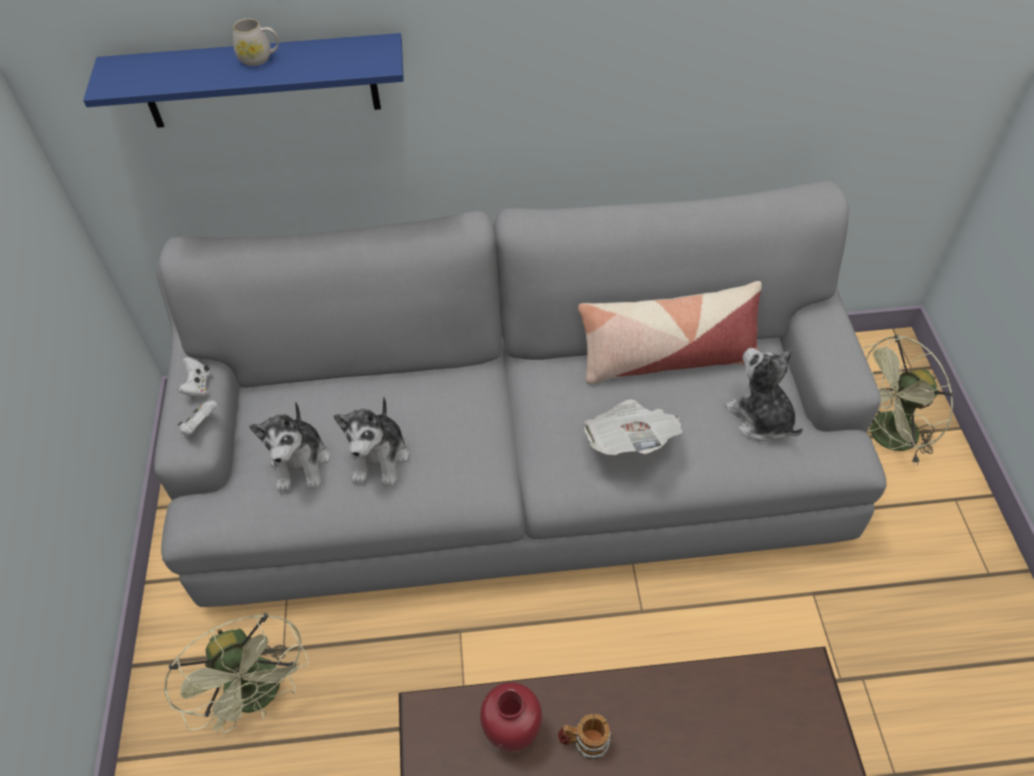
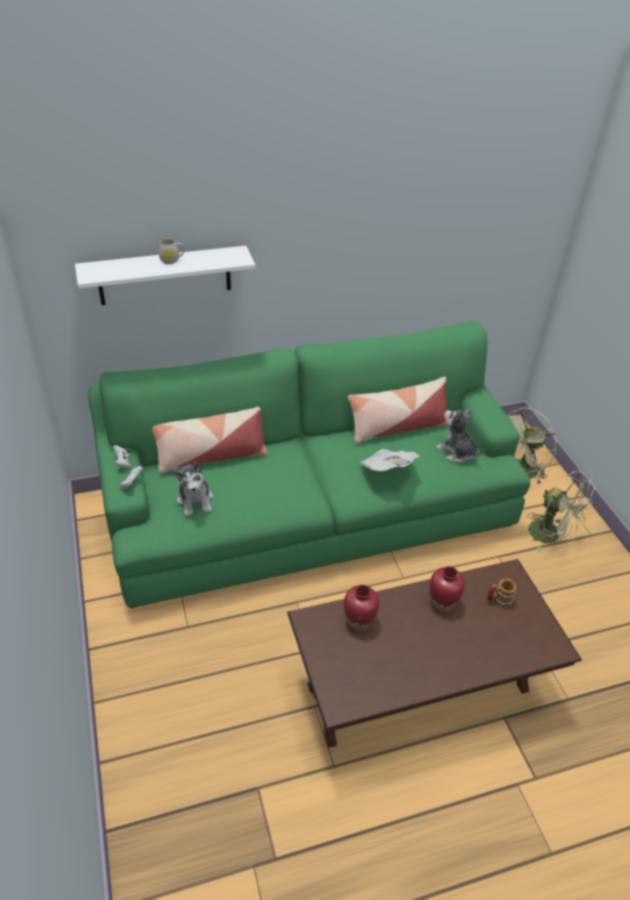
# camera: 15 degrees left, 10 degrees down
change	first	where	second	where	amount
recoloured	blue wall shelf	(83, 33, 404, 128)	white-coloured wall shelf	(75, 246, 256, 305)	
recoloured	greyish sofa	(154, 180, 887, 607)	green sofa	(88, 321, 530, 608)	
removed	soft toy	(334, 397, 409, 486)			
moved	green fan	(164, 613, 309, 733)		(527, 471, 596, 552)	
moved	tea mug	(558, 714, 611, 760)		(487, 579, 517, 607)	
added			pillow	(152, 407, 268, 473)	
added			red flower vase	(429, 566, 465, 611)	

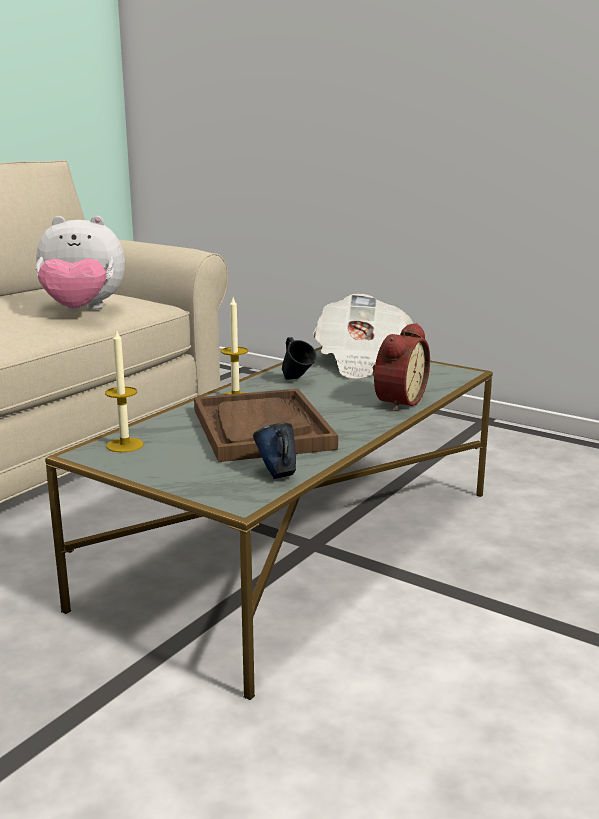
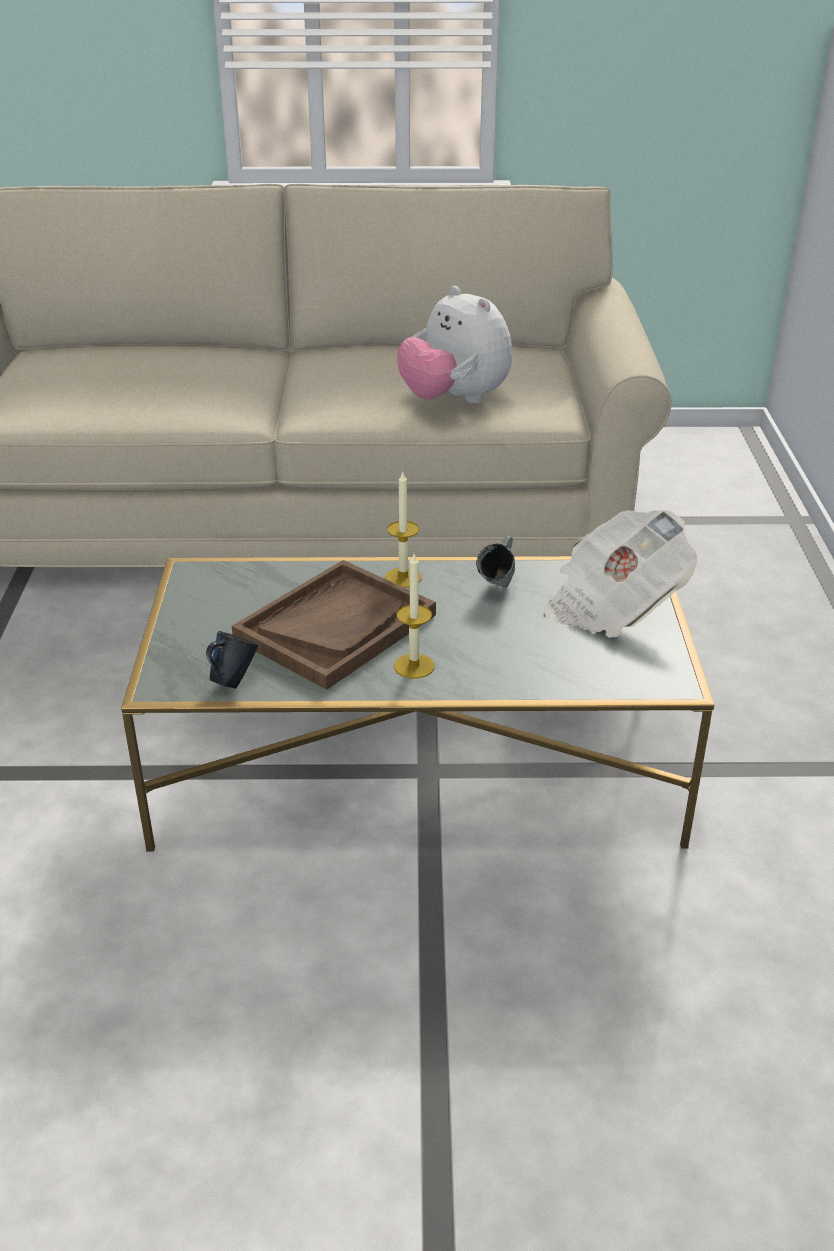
# camera: 55 degrees right, 15 degrees up
change	first	where	second	where	amount
removed	alarm clock	(372, 323, 430, 411)			
moved	candle	(105, 329, 144, 452)		(394, 554, 435, 679)	
recoloured	blue tea mug	(282, 337, 317, 379)	greyish tea mug	(476, 536, 515, 587)	

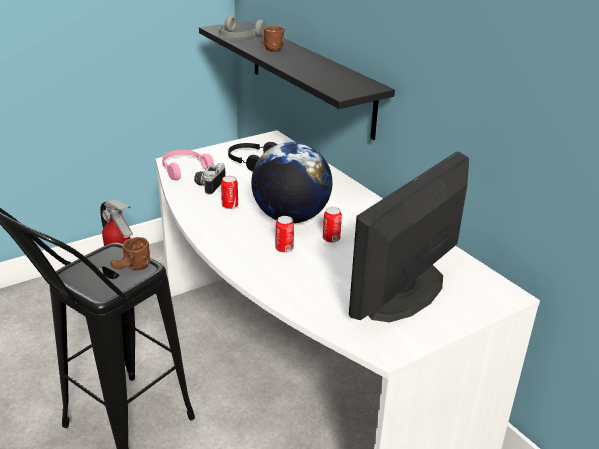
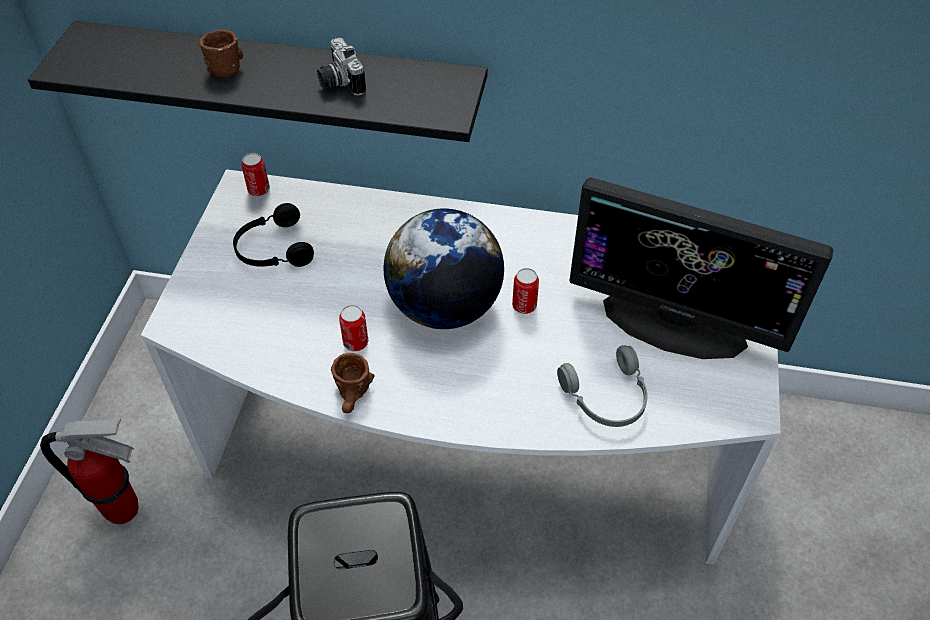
# camera: 45 degrees left, 20 degrees up
change	first	where	second	where	amount
moved	greyish headset	(219, 15, 267, 37)		(557, 345, 648, 427)	
removed	pinkish headset	(162, 150, 214, 180)			
turned	computer display	(349, 152, 469, 322)		(569, 177, 834, 359)	60 degrees counterclockwise
moved	still camera	(194, 163, 226, 195)		(317, 38, 366, 96)	
moved	sealed can	(275, 216, 294, 253)		(241, 153, 270, 196)	
moved	brown-coloured tea mug	(110, 237, 150, 270)		(331, 353, 375, 413)	

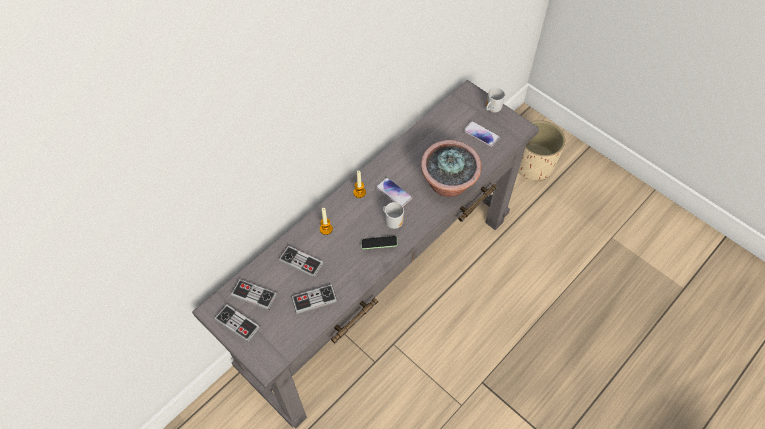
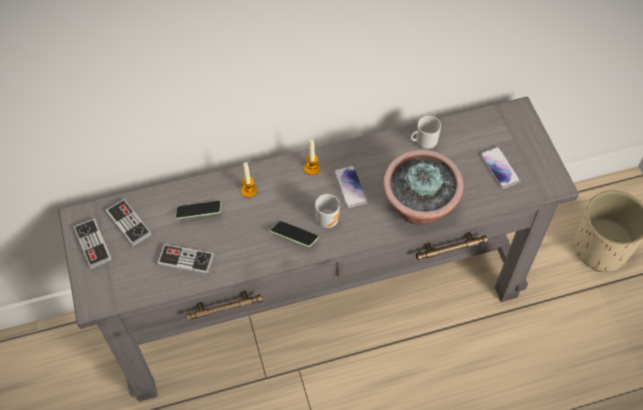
# camera: 30 degrees right, 0 degrees up
change	first	where	second	where	amount
moved	tea mug	(486, 87, 505, 113)		(410, 116, 441, 149)	
replaced	joypad	(279, 245, 323, 277)	phone	(175, 201, 221, 219)	

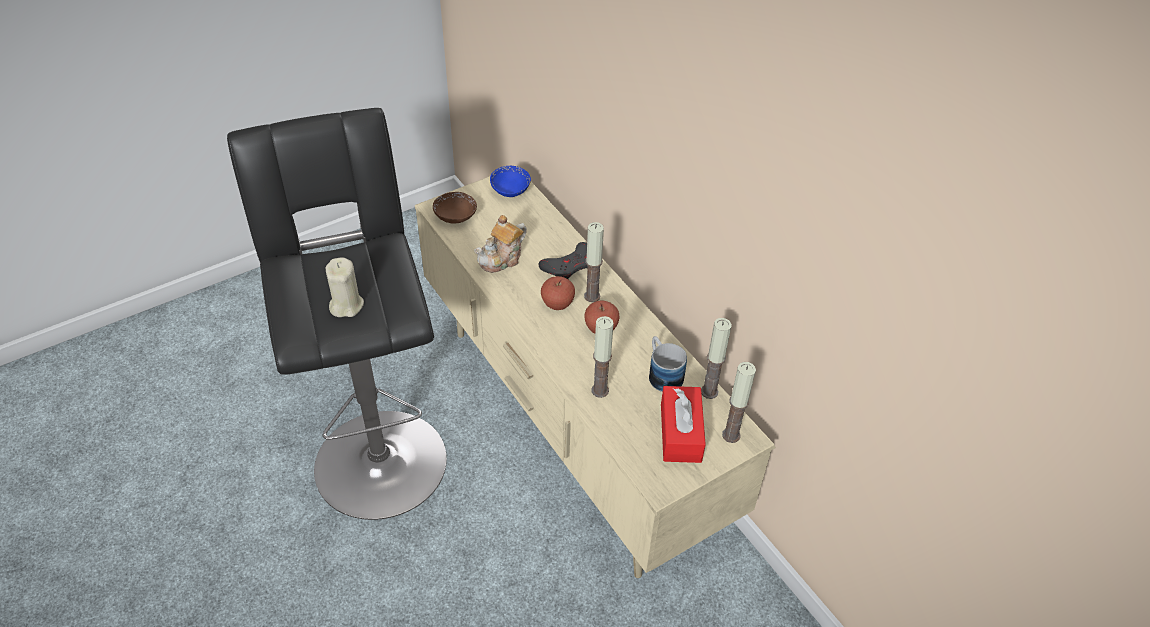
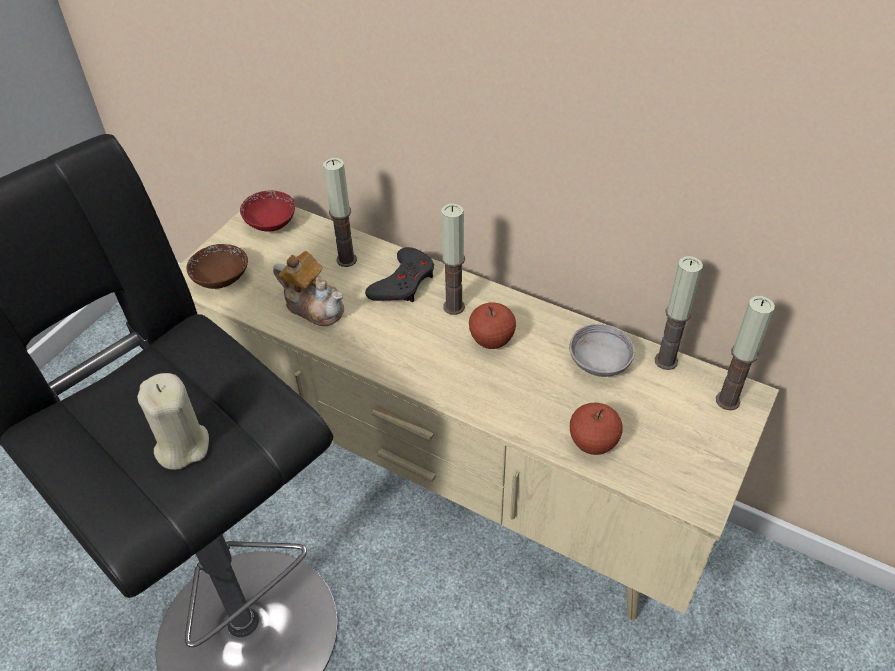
# camera: 25 degrees left, 0 degrees up
change	first	where	second	where	amount
recoloured	blue deep dish	(490, 166, 531, 197)	red deep dish	(240, 190, 295, 232)	
turned	tea pot	(474, 215, 527, 273)		(273, 251, 344, 326)	75 degrees counterclockwise
moved	whole apple	(541, 276, 575, 310)		(570, 403, 623, 455)	
moved	candle	(592, 316, 613, 398)		(323, 158, 357, 267)	
replaced	tea mug	(649, 336, 687, 392)	greyish deep dish	(569, 324, 635, 377)	
removed	red box of tissues	(661, 386, 706, 463)			

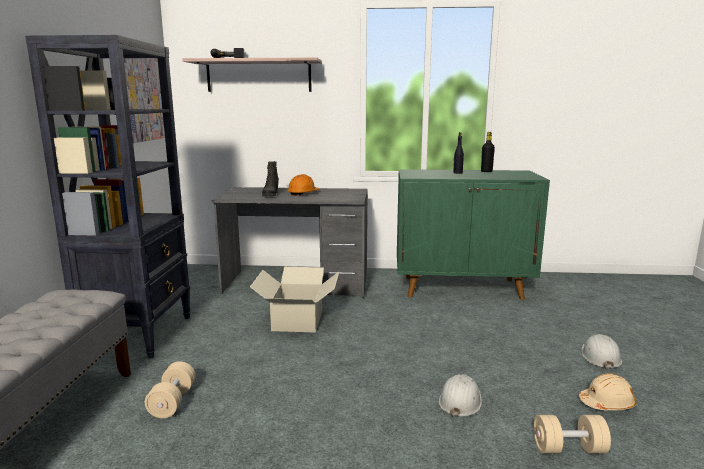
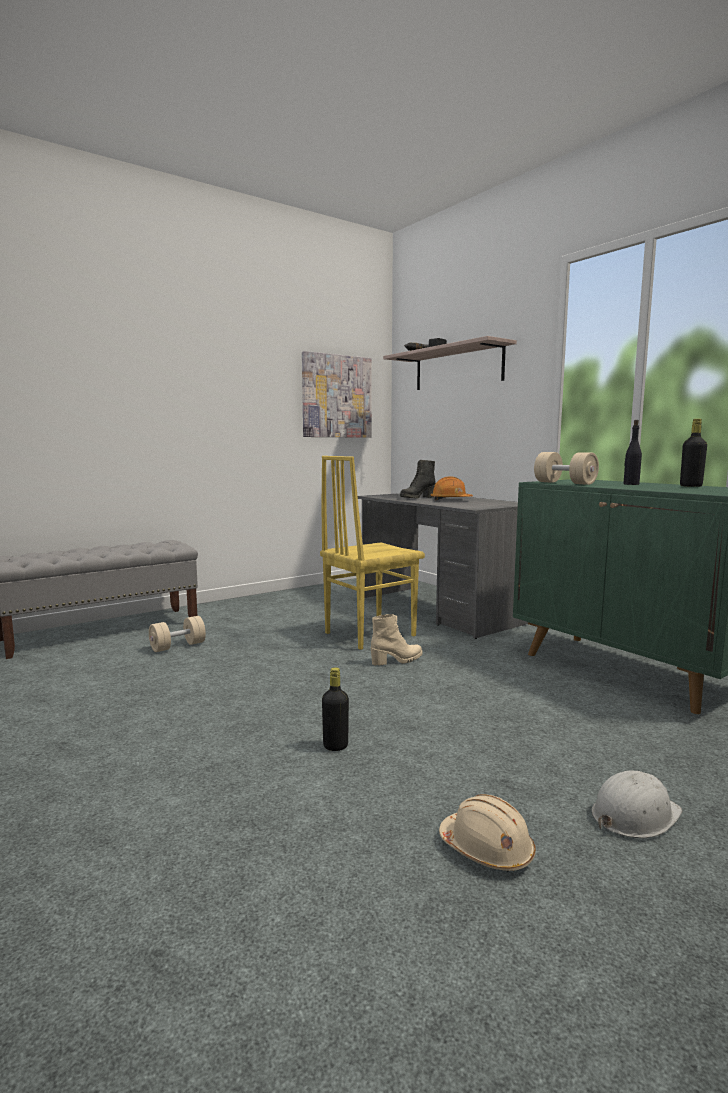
# camera: 50 degrees right, 5 degrees down
change	first	where	second	where	amount
removed	black bookshelf	(25, 35, 191, 358)			
replaced	carton	(250, 267, 339, 333)	yellow chair	(320, 456, 425, 650)	
replaced	white-coloured safety helmet	(439, 374, 482, 418)	black beverage bottle	(322, 667, 349, 751)	
moved	beige-coloured hand weight	(533, 415, 611, 453)		(534, 452, 599, 485)	
added			beige-coloured high-top boot	(371, 614, 422, 666)	

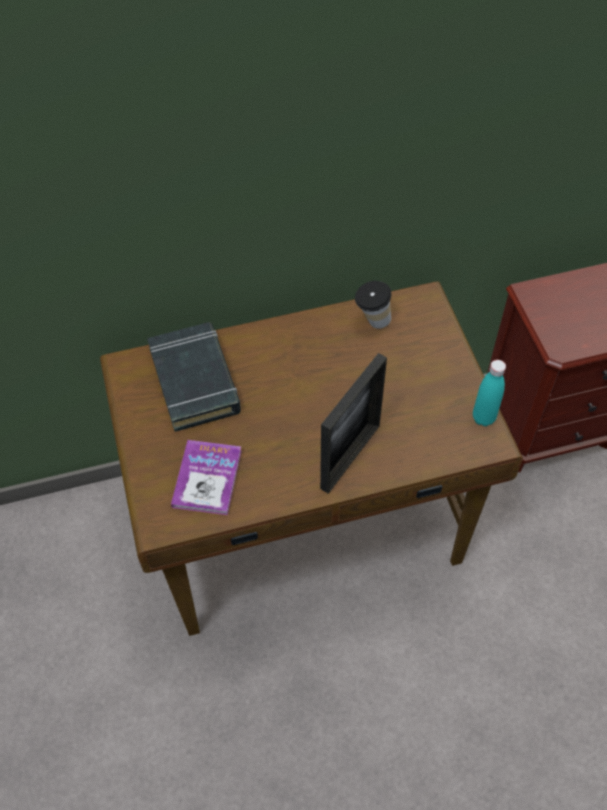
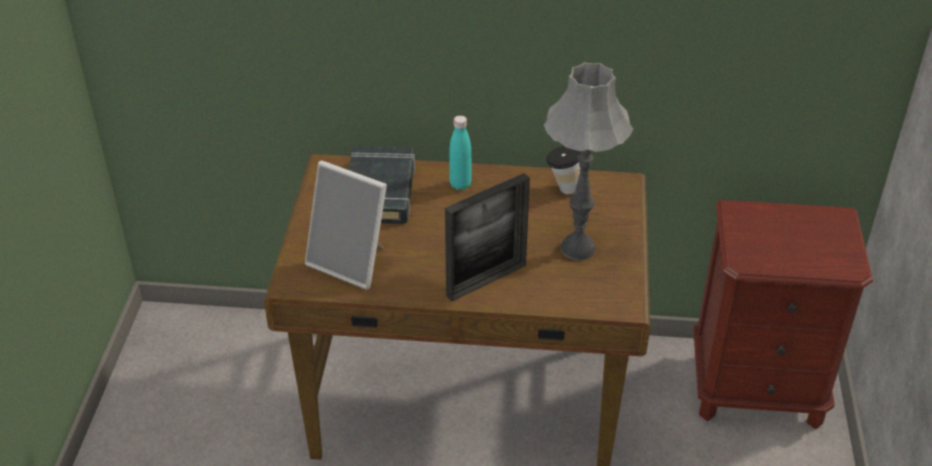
# camera: 20 degrees right, 15 degrees down
change	first	where	second	where	amount
moved	turquoise-coloured beverage bottle	(473, 360, 506, 426)		(449, 115, 471, 190)	
replaced	book	(171, 440, 242, 515)	photo frame	(305, 161, 387, 290)	
added			greyish tabletop lamp	(544, 62, 633, 260)	

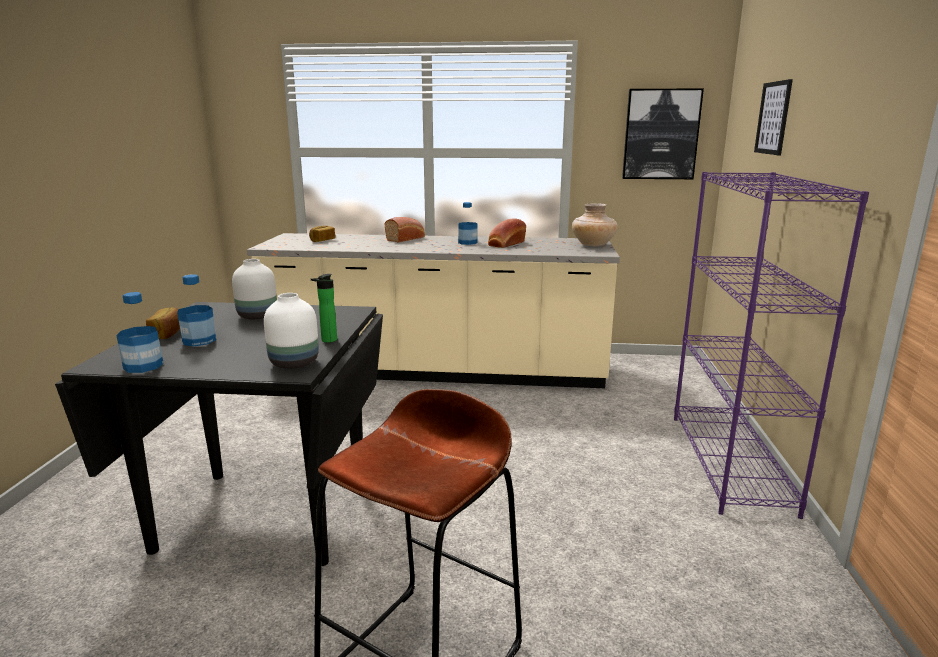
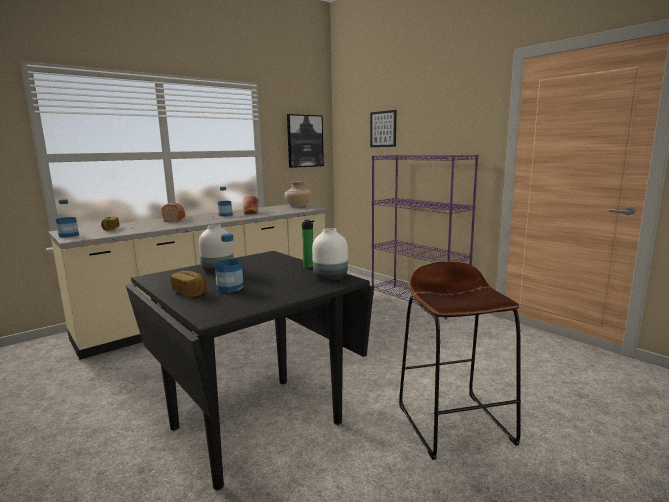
# camera: 45 degrees left, 5 degrees down
change	first	where	second	where	amount
moved	beverage bottle	(116, 292, 164, 373)		(56, 199, 79, 238)	

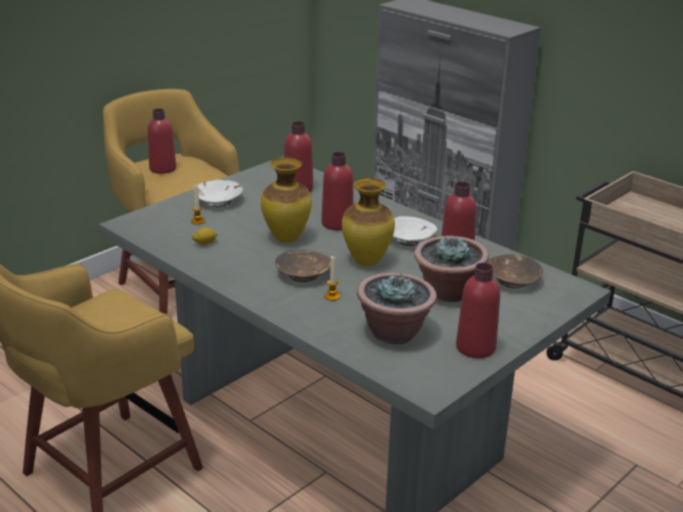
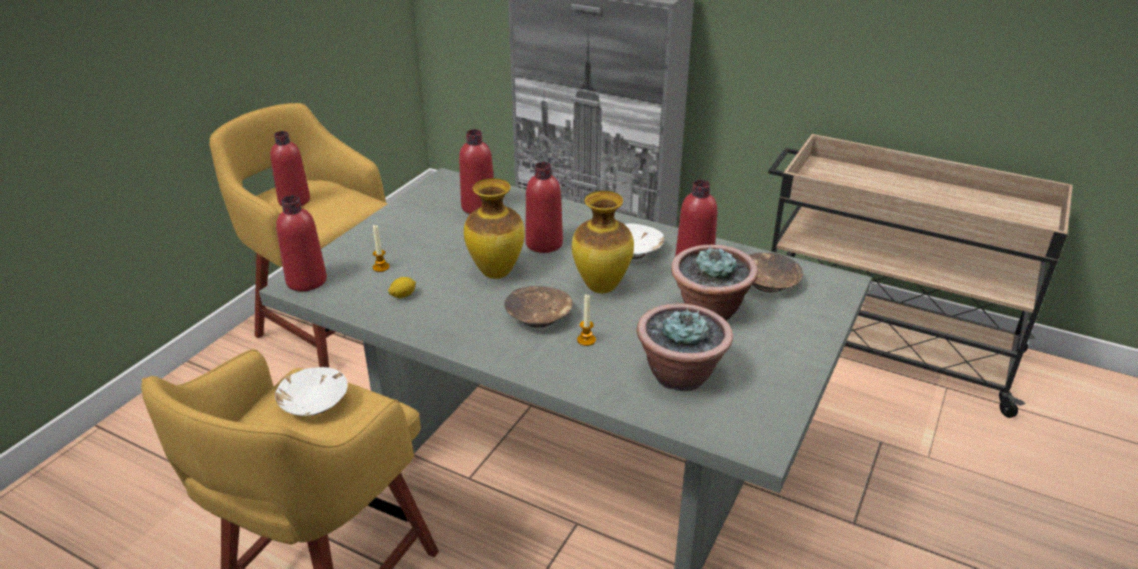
# camera: 15 degrees left, 5 degrees up
change	first	where	second	where	amount
moved	white-coloured deep dish	(193, 180, 243, 207)		(275, 367, 348, 416)	
moved	red beverage bottle	(456, 263, 500, 358)		(276, 195, 327, 291)	

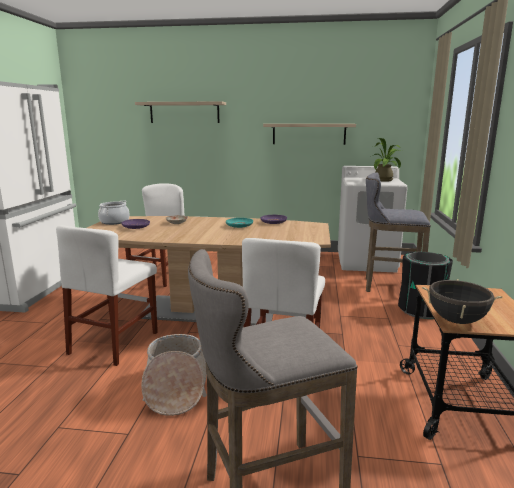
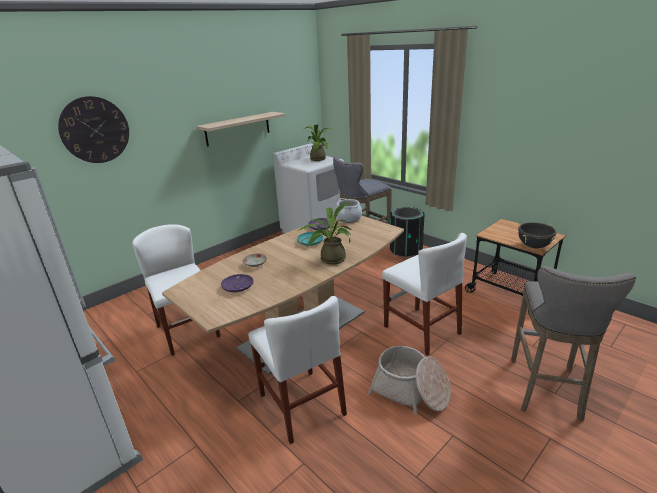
# camera: 50 degrees left, 10 degrees up
change	first	where	second	where	amount
replaced	wall shelf	(135, 101, 226, 123)	hanging clock	(58, 96, 129, 163)	
moved	stockpot	(98, 200, 130, 225)		(335, 198, 362, 223)	
added			potted plant	(297, 202, 352, 265)	

